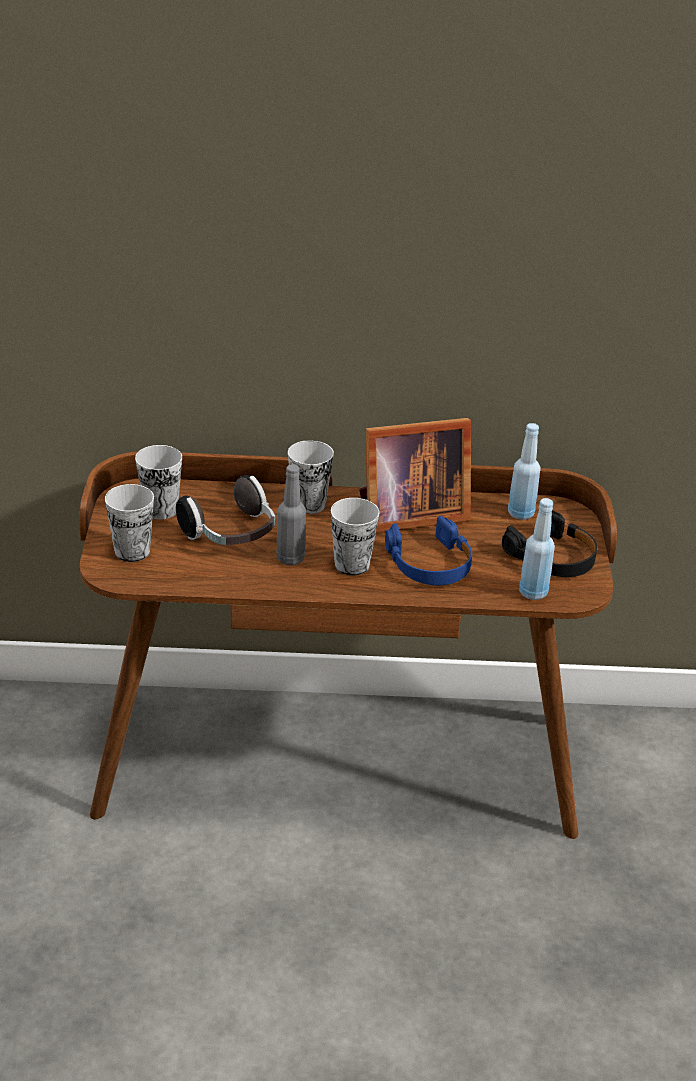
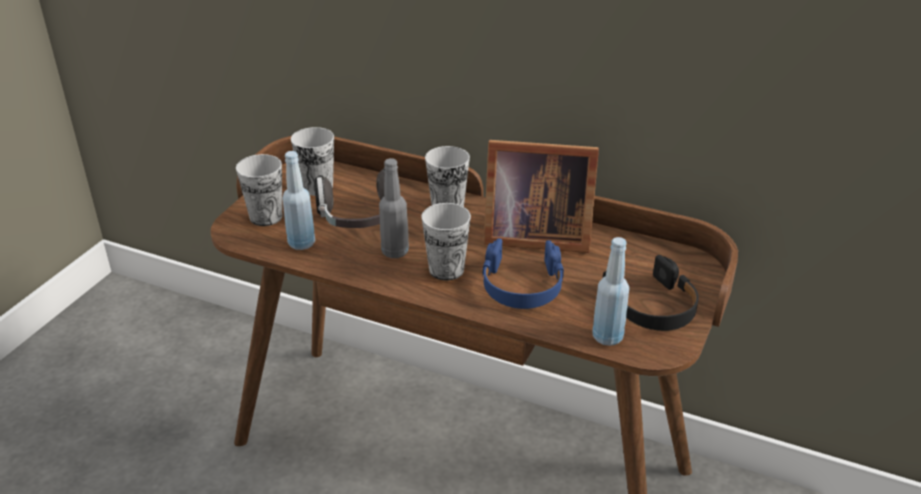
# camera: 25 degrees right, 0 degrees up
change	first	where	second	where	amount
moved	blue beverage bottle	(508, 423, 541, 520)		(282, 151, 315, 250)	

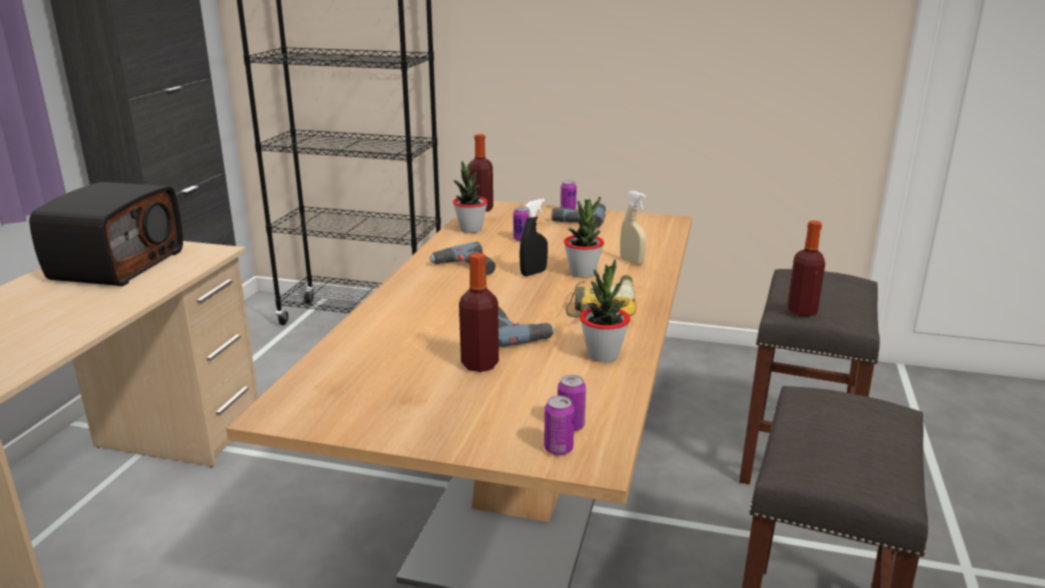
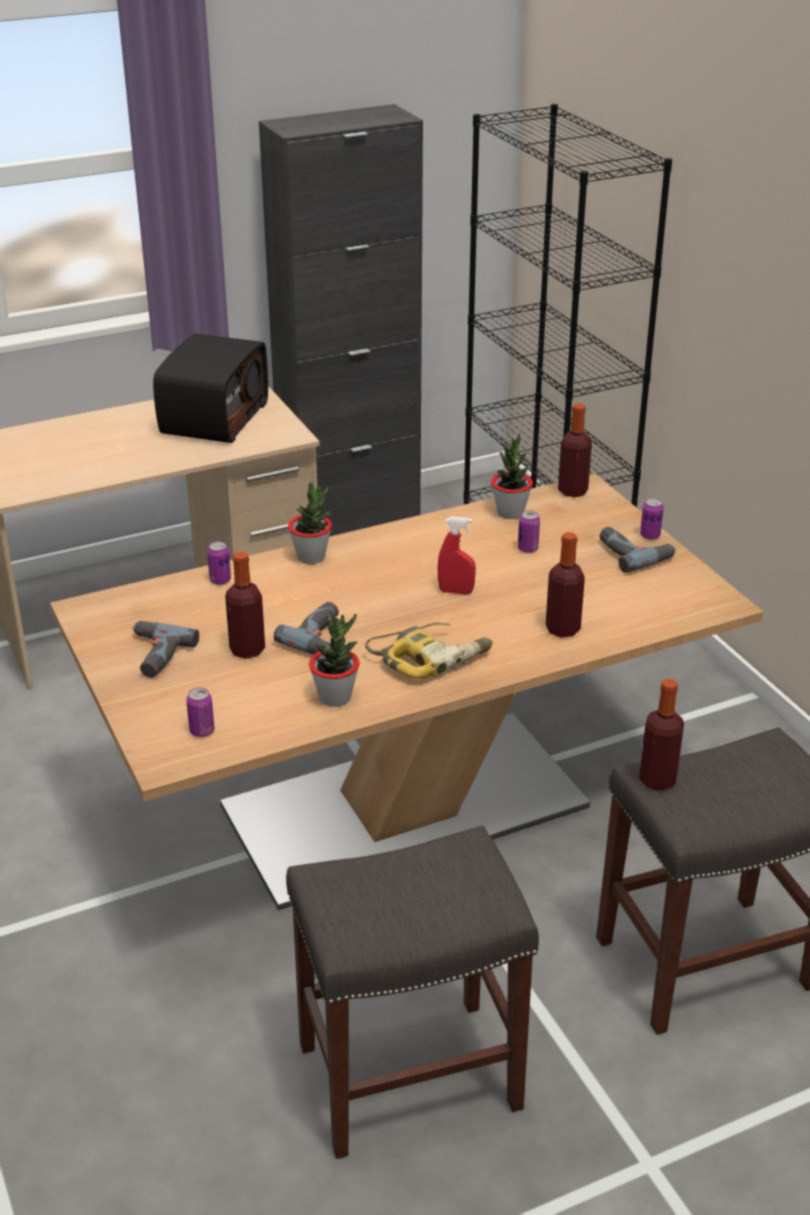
# camera: 50 degrees right, 10 degrees up
change	first	where	second	where	amount
turned	radio receiver	(29, 182, 183, 286)		(153, 333, 268, 443)	45 degrees counterclockwise
replaced	beige-coloured spray bottle	(620, 191, 646, 265)	beverage bottle	(546, 532, 585, 637)	
moved	potted plant	(564, 197, 604, 278)		(288, 482, 332, 564)	
recoloured	black spray bottle	(519, 199, 548, 276)	red spray bottle	(438, 517, 476, 594)	
moved	power drill	(429, 242, 496, 275)		(132, 621, 199, 678)	
moved	sealed can	(544, 396, 574, 455)		(207, 541, 231, 585)	

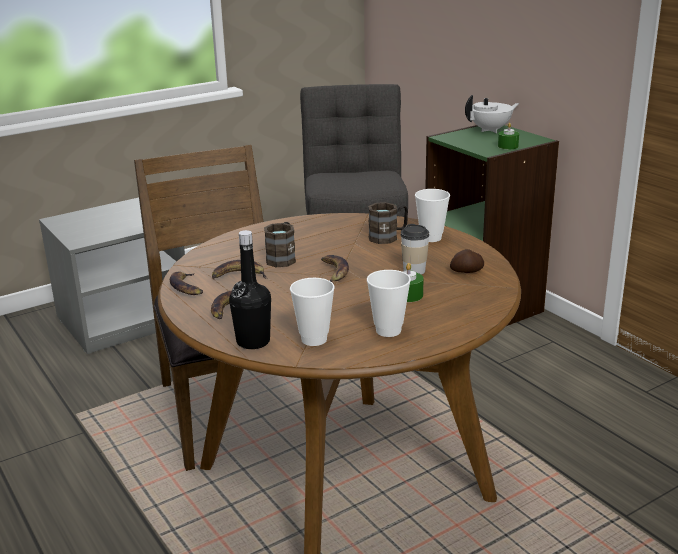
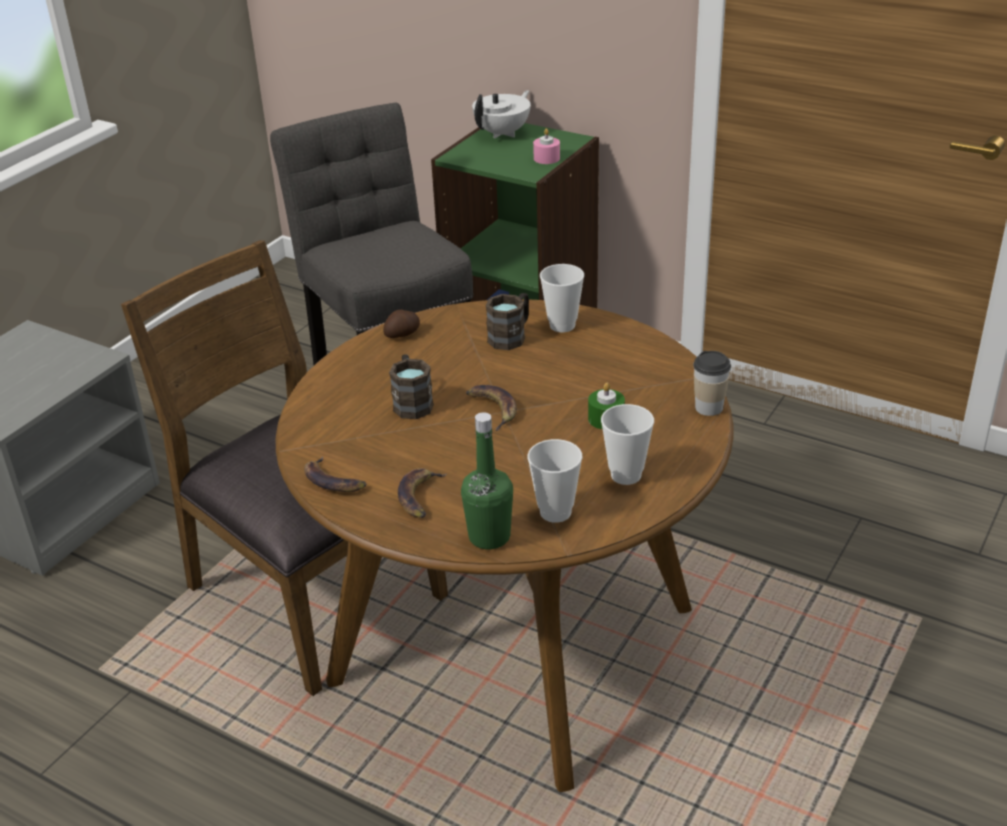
# camera: 25 degrees left, 10 degrees up
change	first	where	second	where	amount
recoloured	green candle	(498, 122, 519, 149)	pinkish candle	(533, 128, 560, 164)	
moved	cup	(400, 224, 430, 275)		(693, 351, 731, 416)	
recoloured	black beverage bottle	(229, 230, 271, 349)	green beverage bottle	(461, 412, 513, 549)	
moved	potato	(450, 249, 484, 273)		(383, 310, 420, 338)	
removed	banana	(212, 260, 267, 279)			

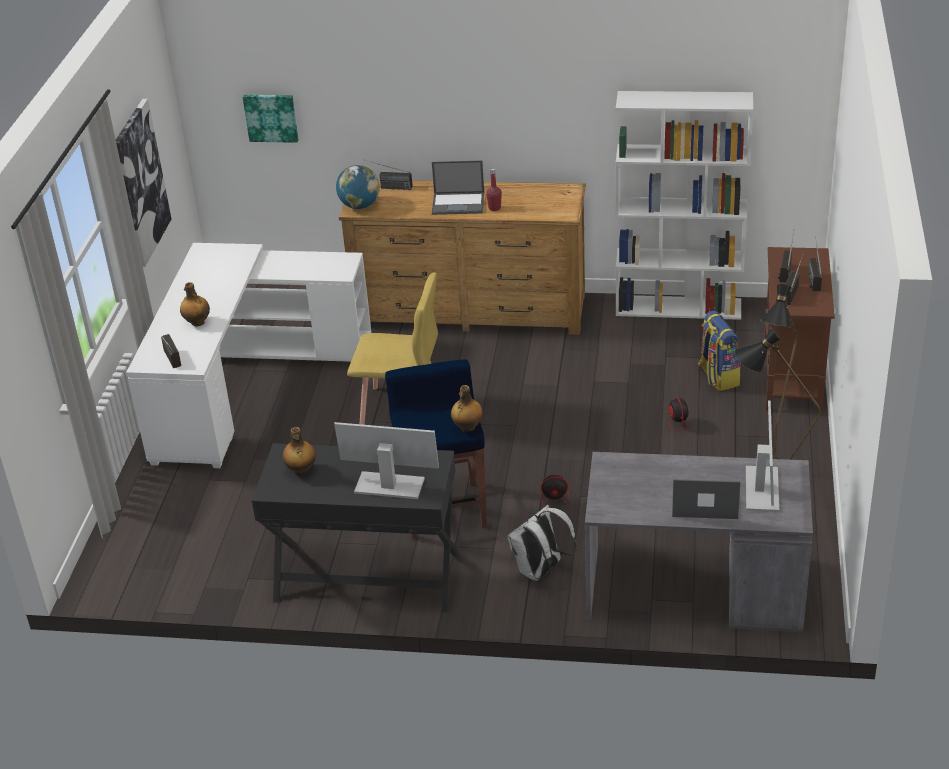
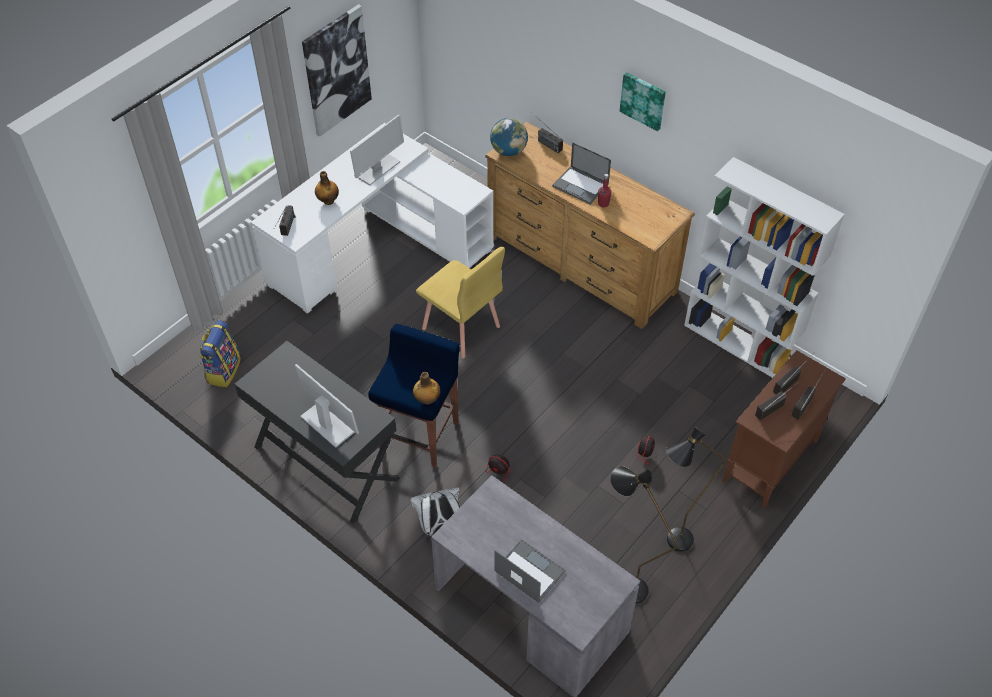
# camera: 30 degrees right, 15 degrees up
change	first	where	second	where	amount
moved	picture	(243, 95, 299, 143)		(620, 72, 666, 131)	
moved	knapsack	(697, 311, 741, 391)		(200, 320, 241, 387)	
moved	computer display	(746, 400, 779, 512)		(350, 115, 404, 185)	
removed	beverage bottle	(282, 427, 316, 475)			

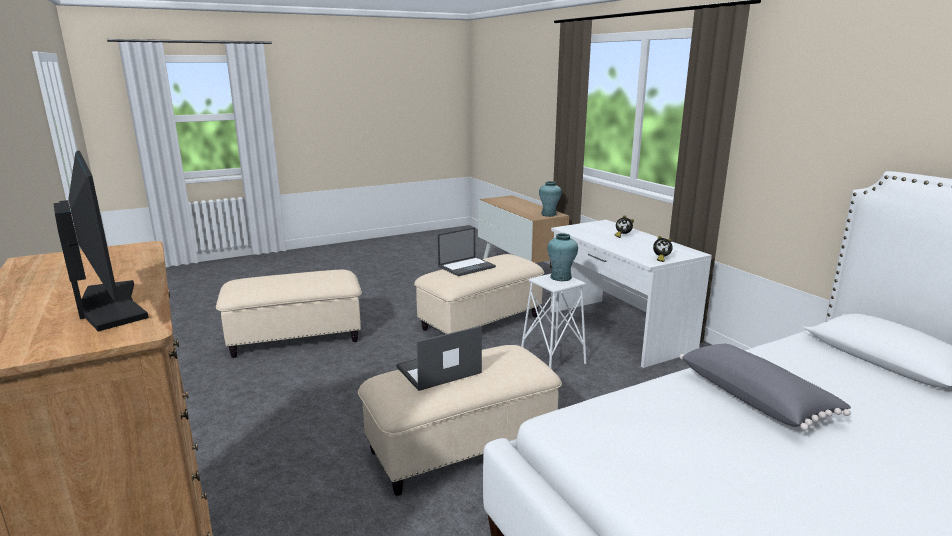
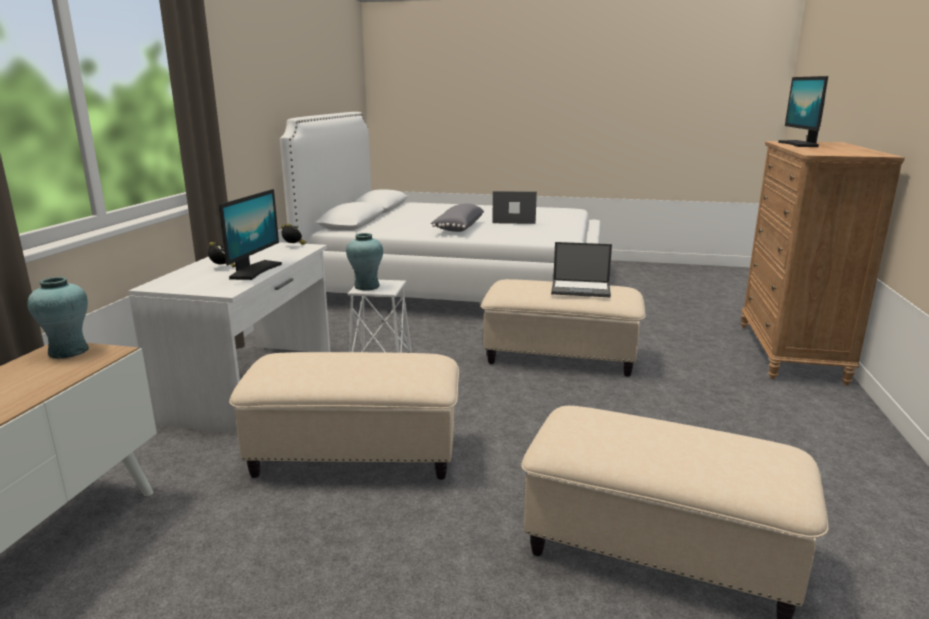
# camera: 140 degrees left, 0 degrees up
change	first	where	second	where	amount
moved	notebook computer	(438, 227, 496, 276)		(492, 191, 537, 224)	
added			computer display	(219, 189, 282, 280)	

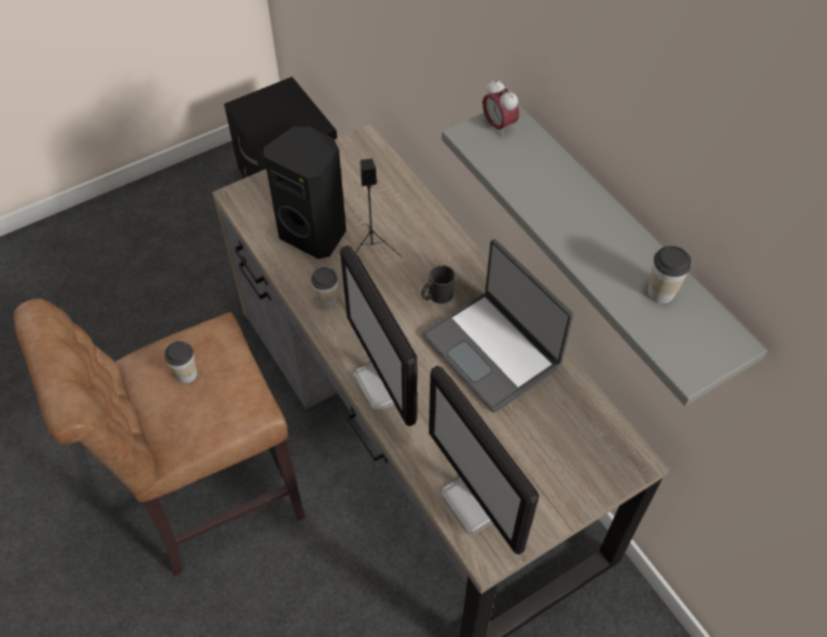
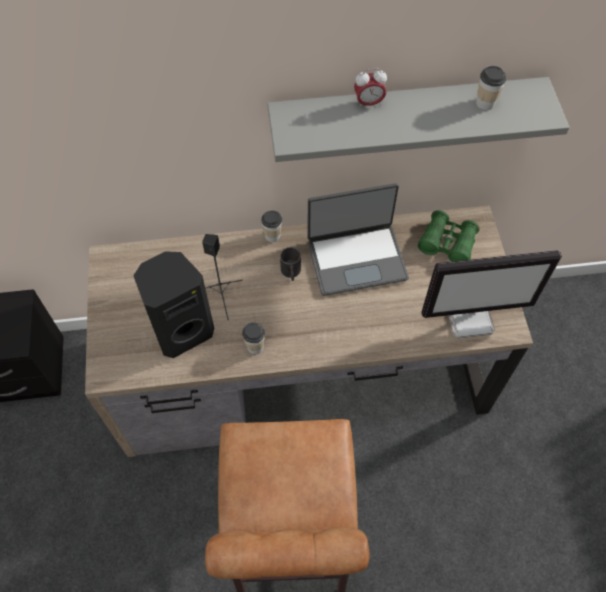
# camera: 65 degrees left, 5 degrees up
change	first	where	second	where	amount
moved	alarm clock	(482, 79, 519, 137)		(354, 68, 387, 108)	
removed	computer display	(340, 245, 420, 426)			
moved	cup	(165, 341, 197, 383)		(261, 210, 282, 242)	
added			green binoculars	(418, 210, 480, 262)	

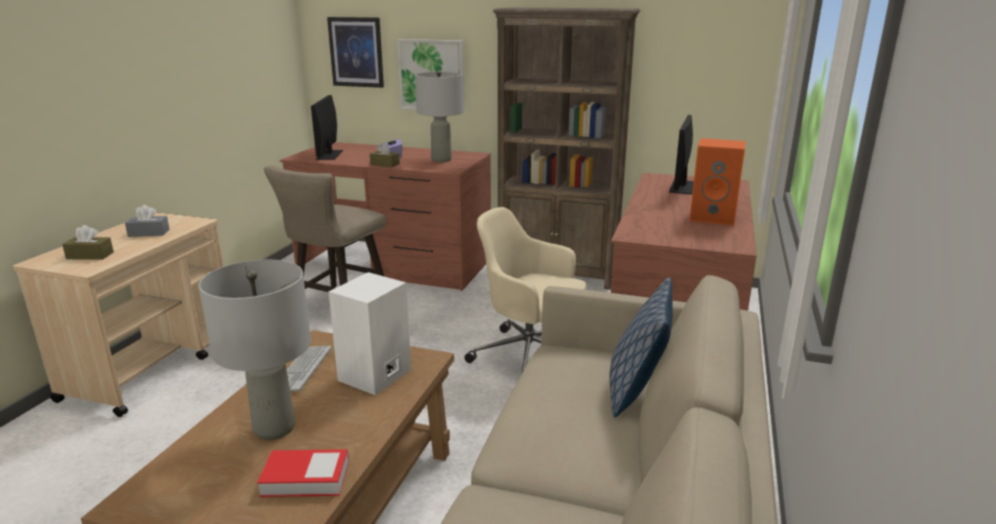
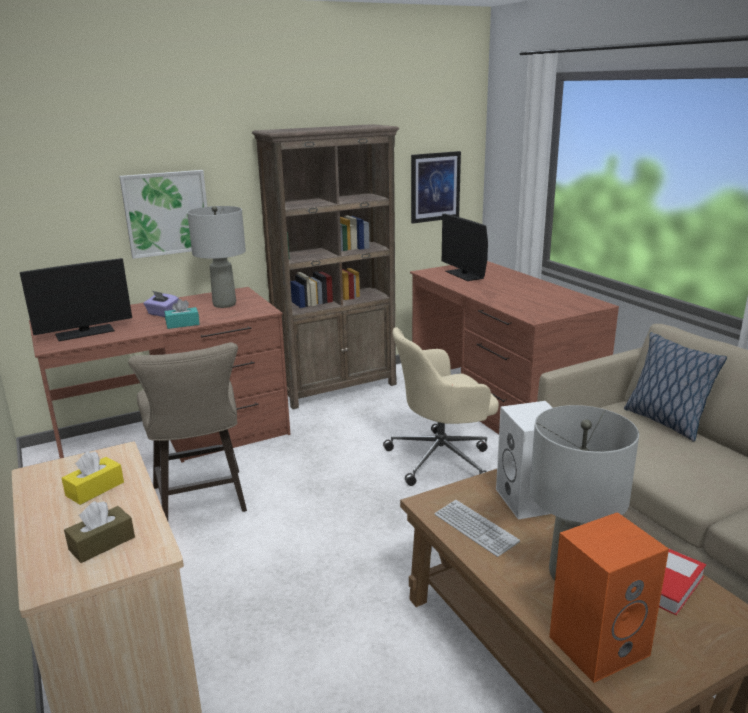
# camera: 45 degrees left, 0 degrees up
change	first	where	second	where	amount
moved	picture	(327, 17, 384, 88)		(411, 151, 461, 223)	
turned	computer display	(311, 95, 343, 160)		(20, 258, 132, 341)	75 degrees counterclockwise
moved	orange speaker	(689, 138, 746, 226)		(549, 512, 669, 683)	
recoloured	brown-coloured box of tissues	(370, 143, 400, 167)	turquoise-coloured box of tissues	(165, 299, 200, 329)	
recoloured	greyish box of tissues	(125, 205, 170, 237)	yellow box of tissues	(62, 451, 124, 505)	

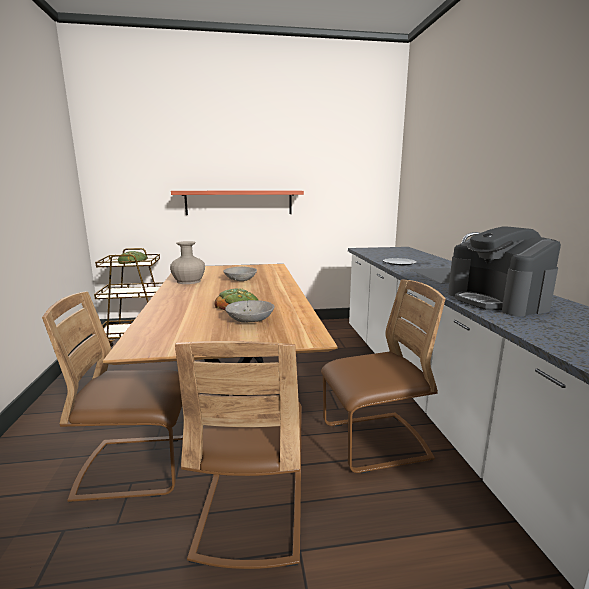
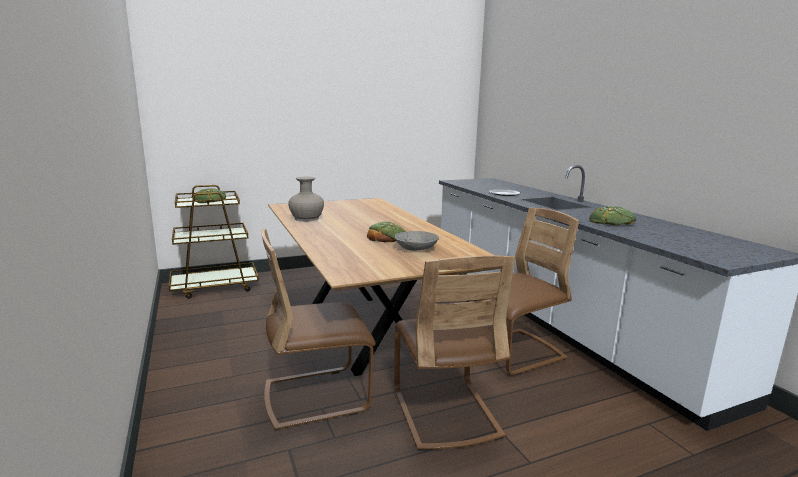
# camera: 15 degrees left, 0 degrees up
change	first	where	second	where	amount
removed	wall shelf	(171, 191, 304, 215)			
replaced	coffee machine	(448, 226, 561, 316)	bread	(589, 206, 637, 225)	
removed	greyish deep dish	(224, 267, 257, 281)			

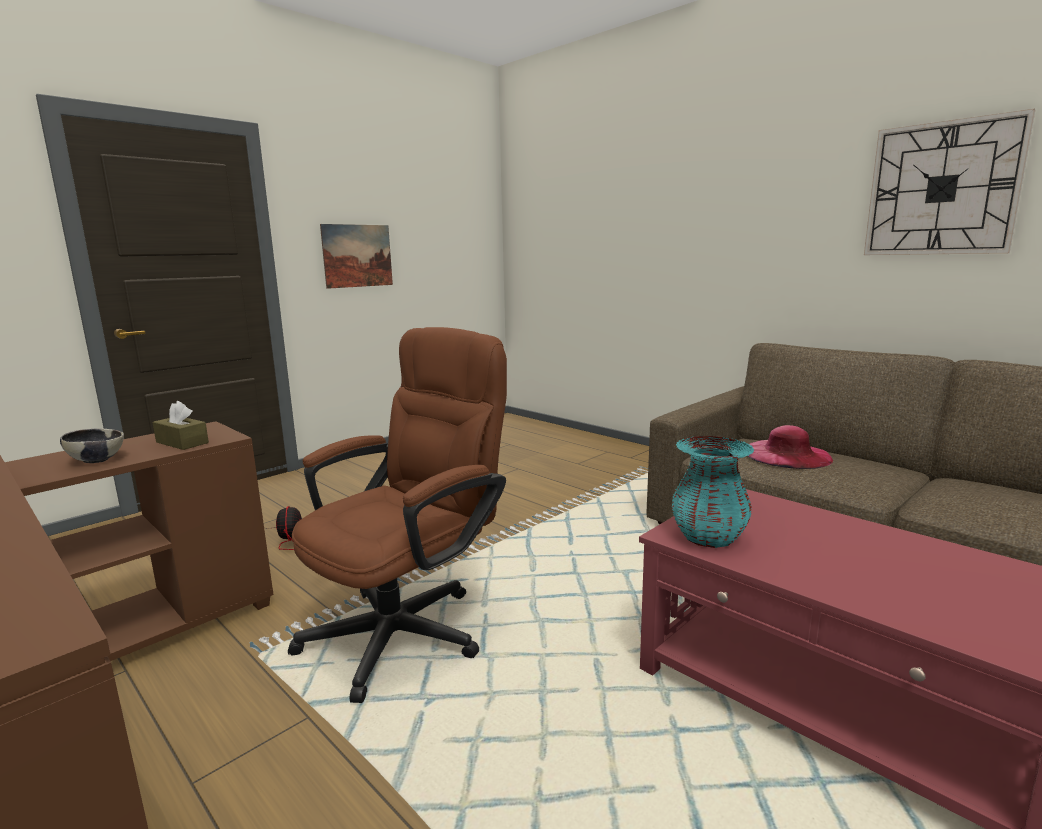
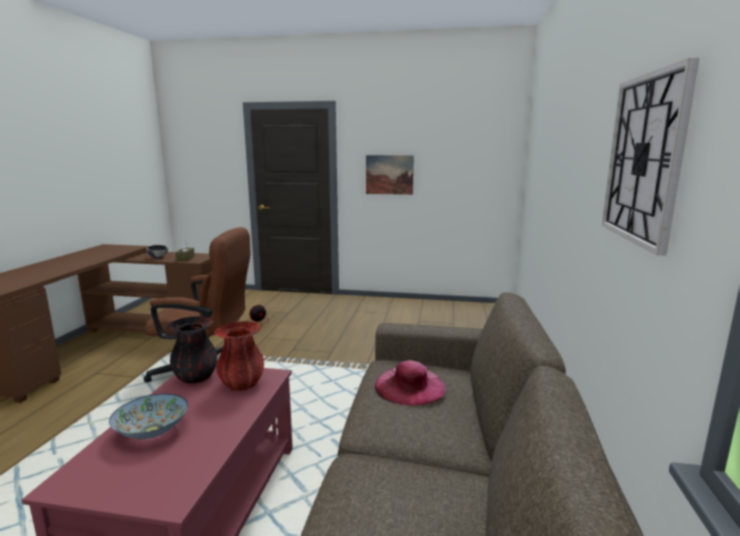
# camera: 55 degrees right, 0 degrees up
change	first	where	second	where	amount
recoloured	turquoise-coloured flower vase	(672, 436, 754, 548)	black flower vase	(167, 316, 218, 383)	
added			red flower vase	(215, 321, 264, 391)	
added			deep dish	(109, 394, 188, 439)	

